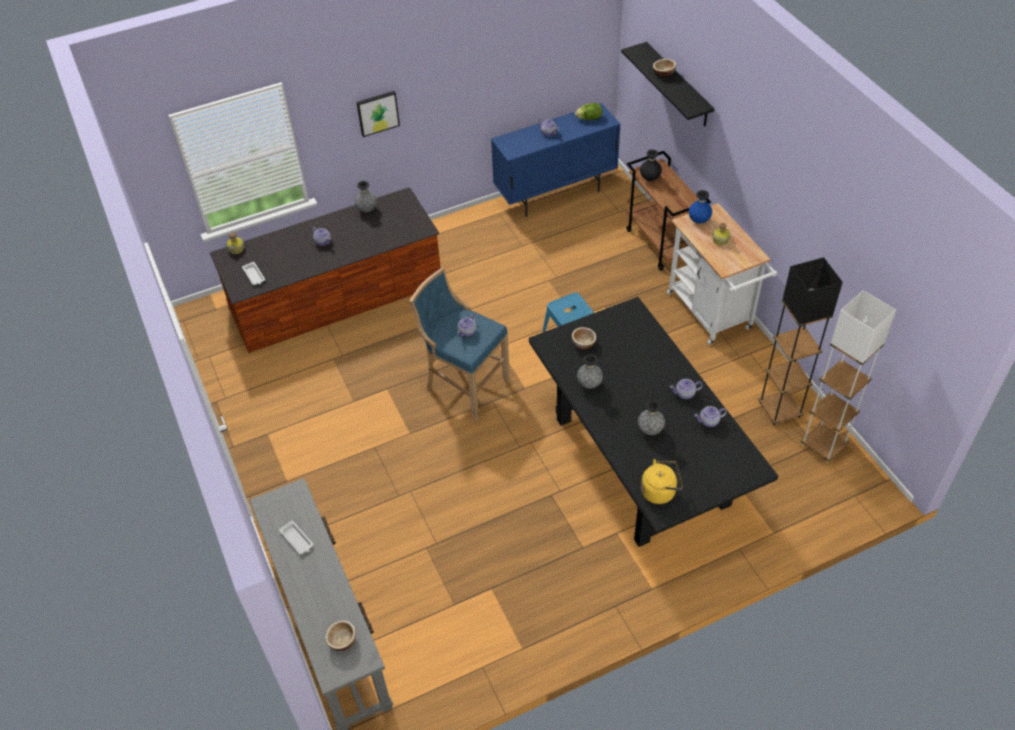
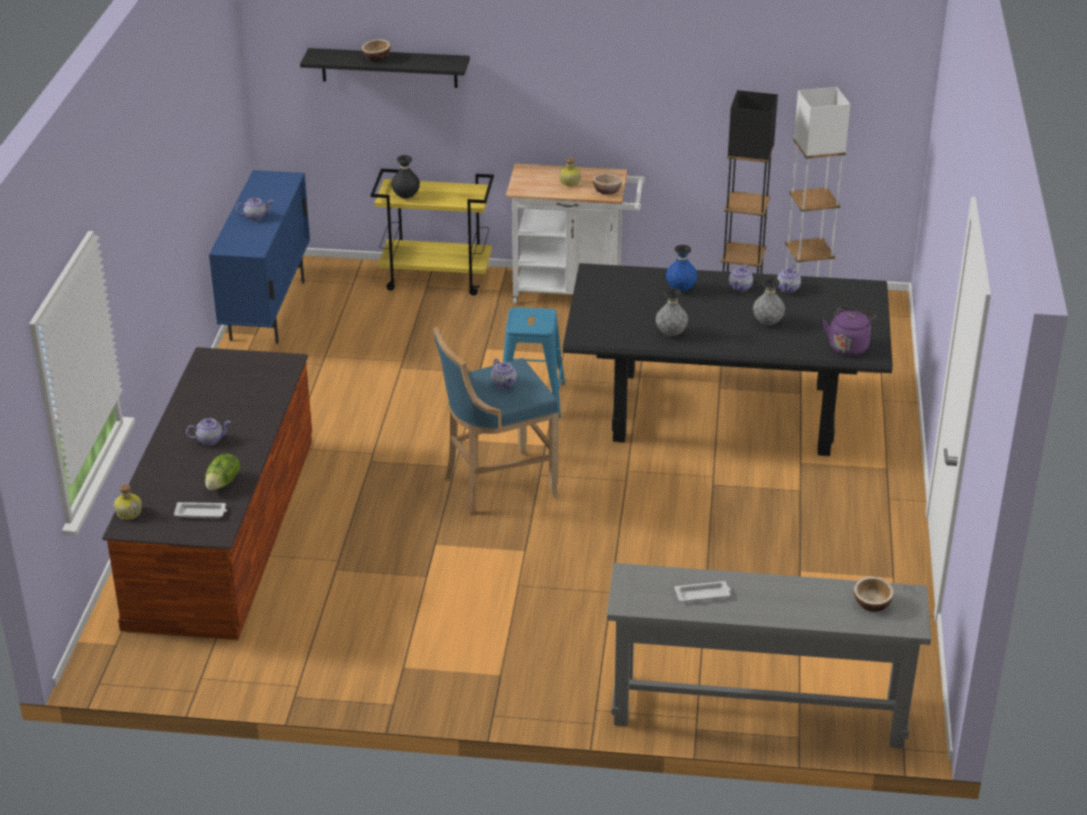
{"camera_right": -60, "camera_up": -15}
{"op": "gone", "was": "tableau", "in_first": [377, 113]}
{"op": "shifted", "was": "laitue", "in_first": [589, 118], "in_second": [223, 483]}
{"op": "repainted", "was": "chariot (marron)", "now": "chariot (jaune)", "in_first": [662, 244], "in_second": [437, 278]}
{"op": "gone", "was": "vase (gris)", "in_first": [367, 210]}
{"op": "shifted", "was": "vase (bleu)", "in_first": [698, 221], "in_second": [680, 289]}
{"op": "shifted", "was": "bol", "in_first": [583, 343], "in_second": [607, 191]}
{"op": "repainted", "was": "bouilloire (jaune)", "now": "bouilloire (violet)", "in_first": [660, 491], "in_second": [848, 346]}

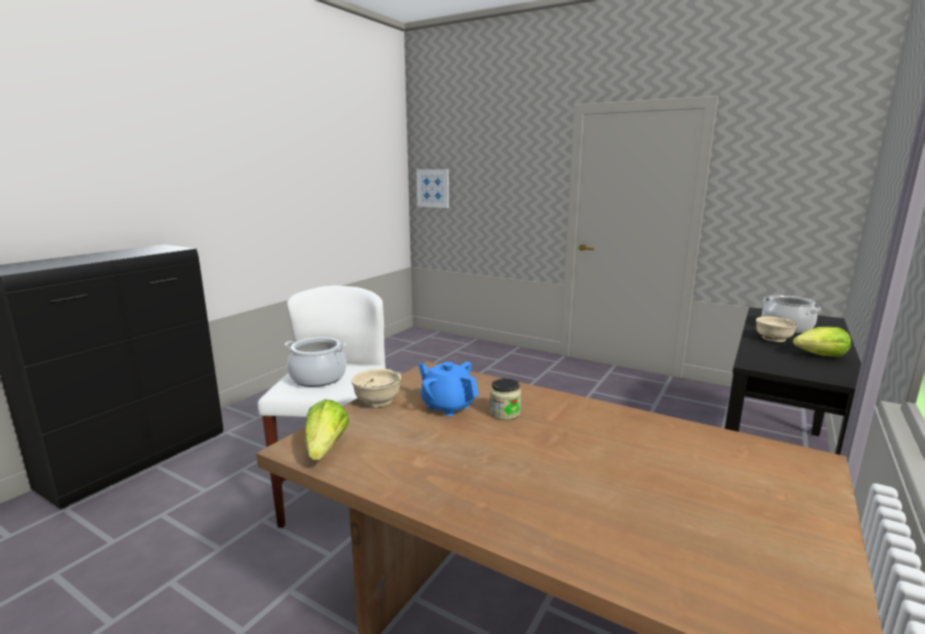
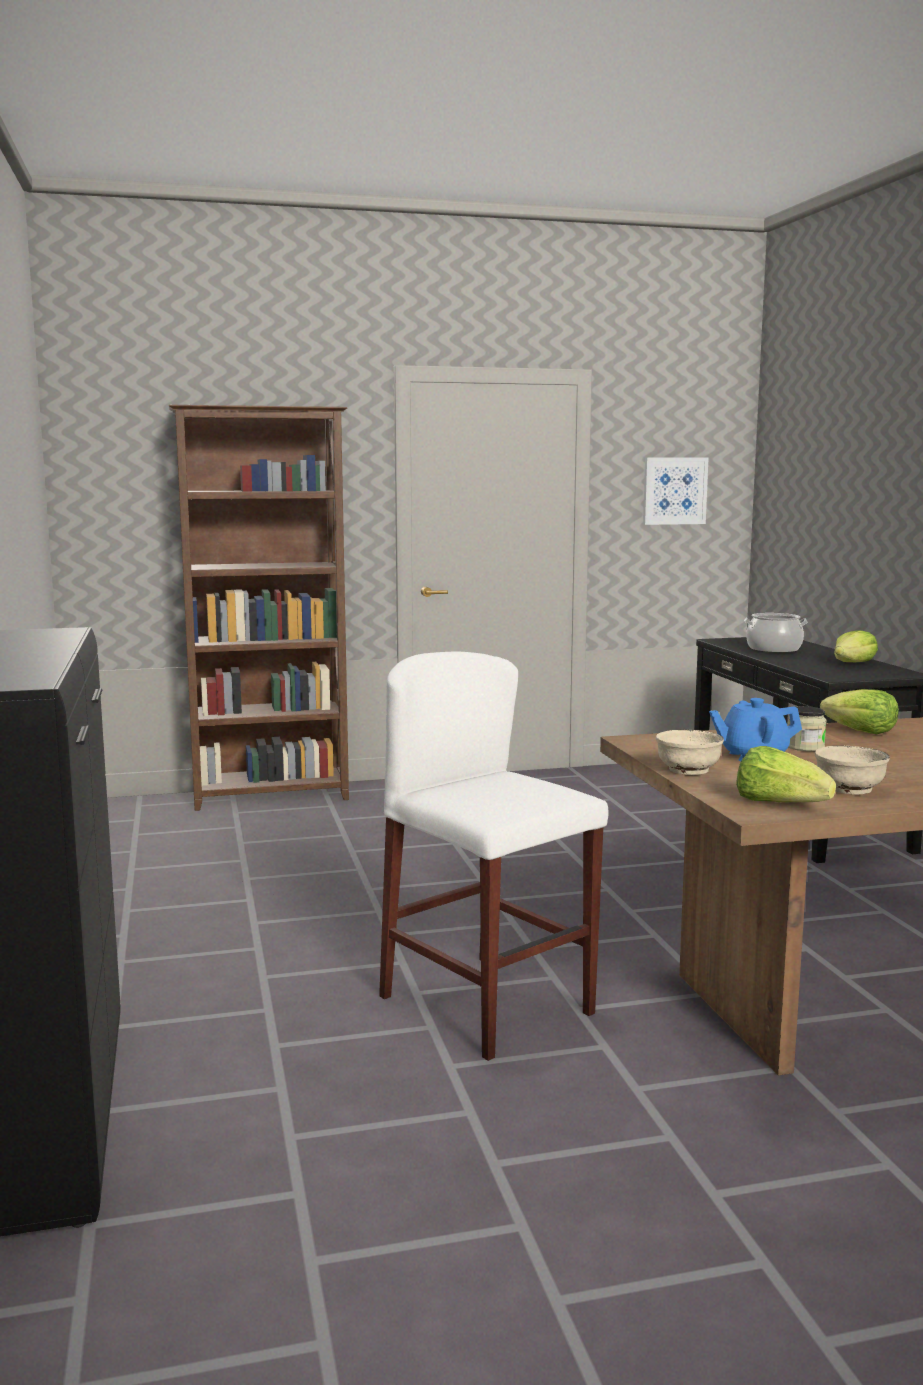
{"camera_right": -45, "camera_up": -5}
{"op": "shifted", "was": "tableau", "in_first": [433, 188], "in_second": [674, 491]}
{"op": "shifted", "was": "bol (beige)", "in_first": [773, 339], "in_second": [850, 789]}
{"op": "gone", "was": "marmite", "in_first": [318, 378]}
{"op": "new", "now": "bibliothèque (marron)", "in_second": [272, 797]}
{"op": "new", "now": "laitue", "in_second": [861, 732]}

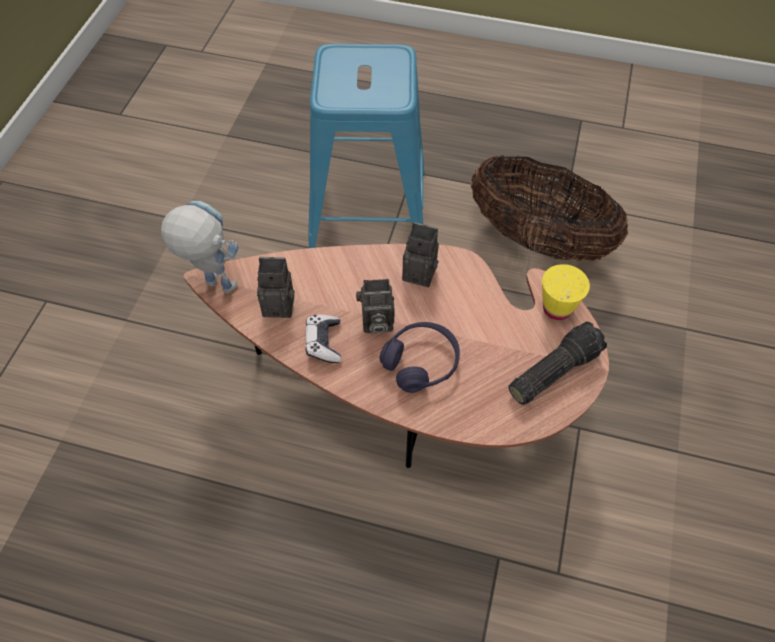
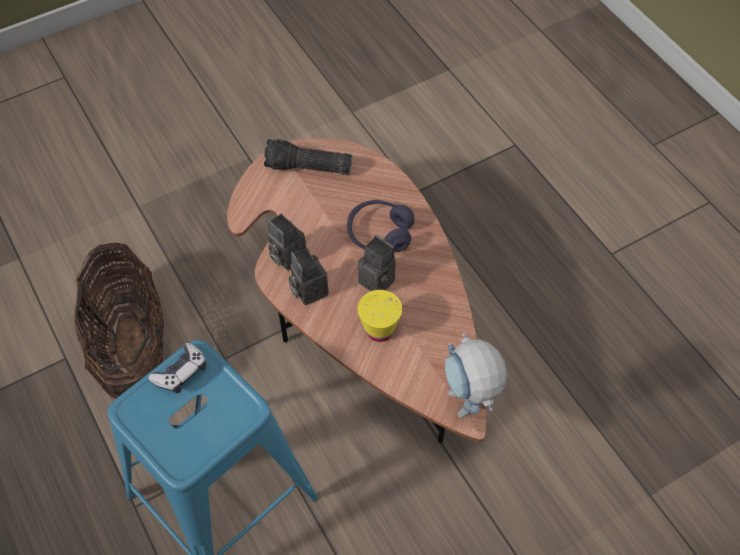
{"camera_right": -135, "camera_up": 0}
{"op": "shifted", "was": "appareil photo", "in_first": [280, 304], "in_second": [286, 256]}
{"op": "shifted", "was": "tasse (jaune)", "in_first": [557, 308], "in_second": [379, 330]}
{"op": "shifted", "was": "manette", "in_first": [323, 342], "in_second": [181, 372]}

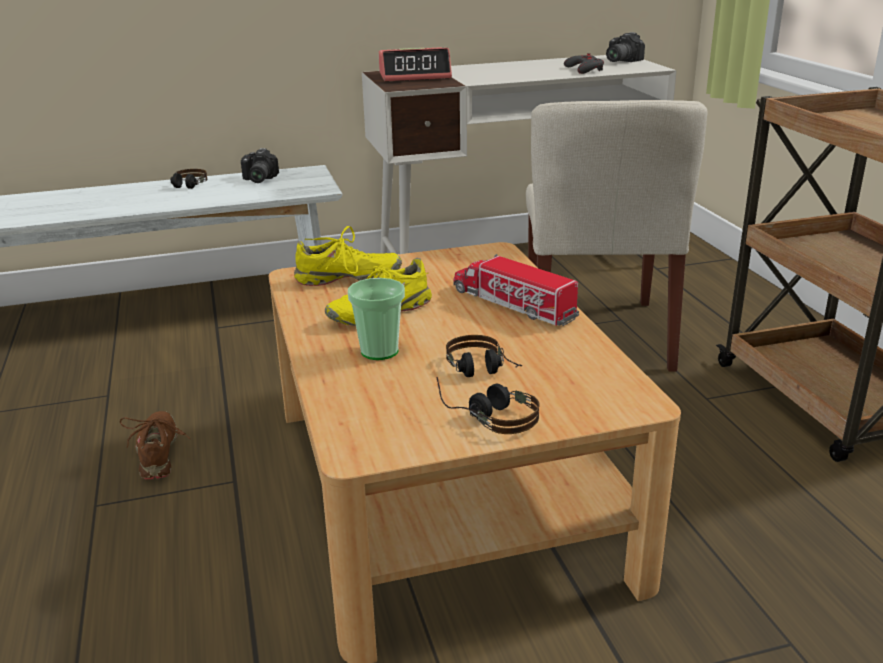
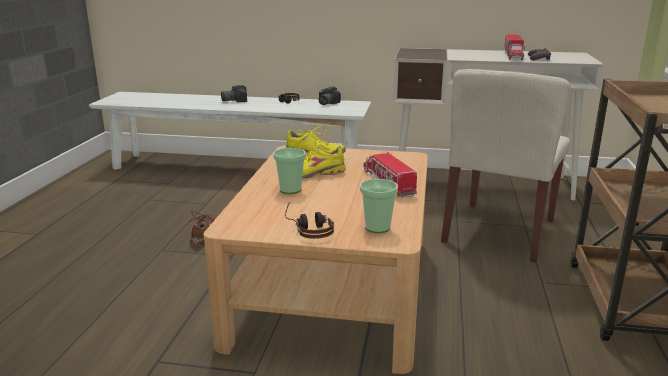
{"camera_right": 25, "camera_up": -5}
{"op": "shifted", "was": "appareil photo", "in_first": [619, 61], "in_second": [233, 101]}
{"op": "gone", "was": "réveil", "in_first": [415, 76]}
{"op": "gone", "was": "casque audio", "in_first": [483, 372]}
{"op": "new", "now": "camion jouet", "in_second": [513, 55]}
{"op": "new", "now": "tasse", "in_second": [377, 228]}

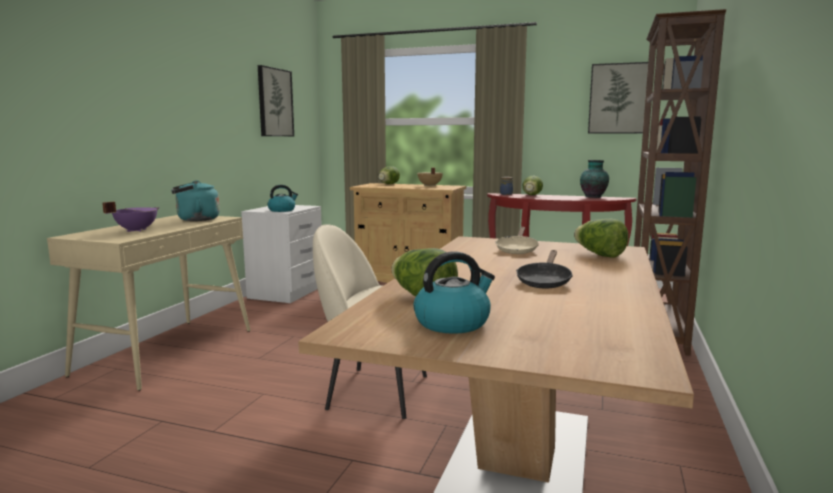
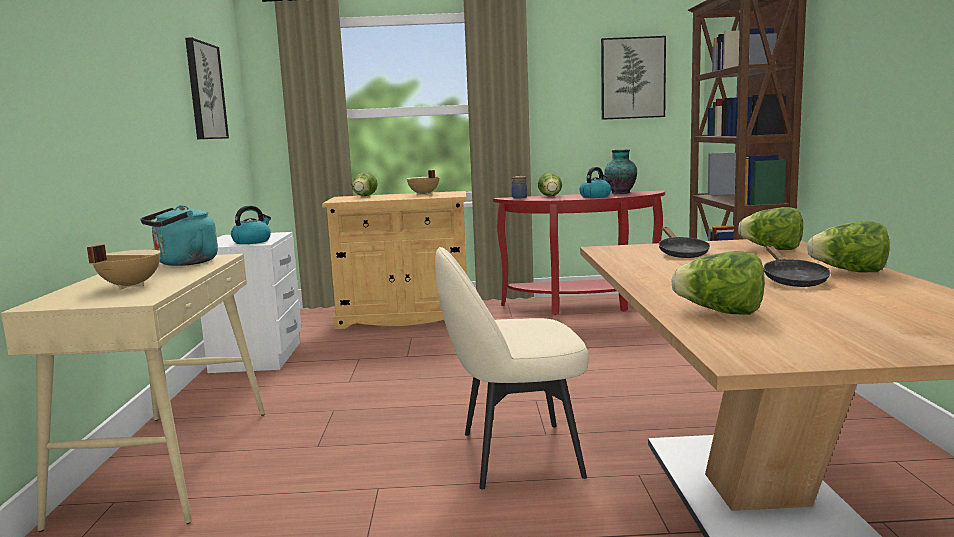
{"camera_right": -20, "camera_up": 0}
{"op": "repainted", "was": "marmite (violet)", "now": "marmite (beige)", "in_first": [136, 230], "in_second": [129, 286]}
{"op": "repainted", "was": "poêle (beige)", "now": "poêle (noir)", "in_first": [517, 250], "in_second": [681, 253]}
{"op": "shifted", "was": "bouilloire", "in_first": [453, 323], "in_second": [595, 196]}
{"op": "new", "now": "laitue", "in_second": [849, 271]}

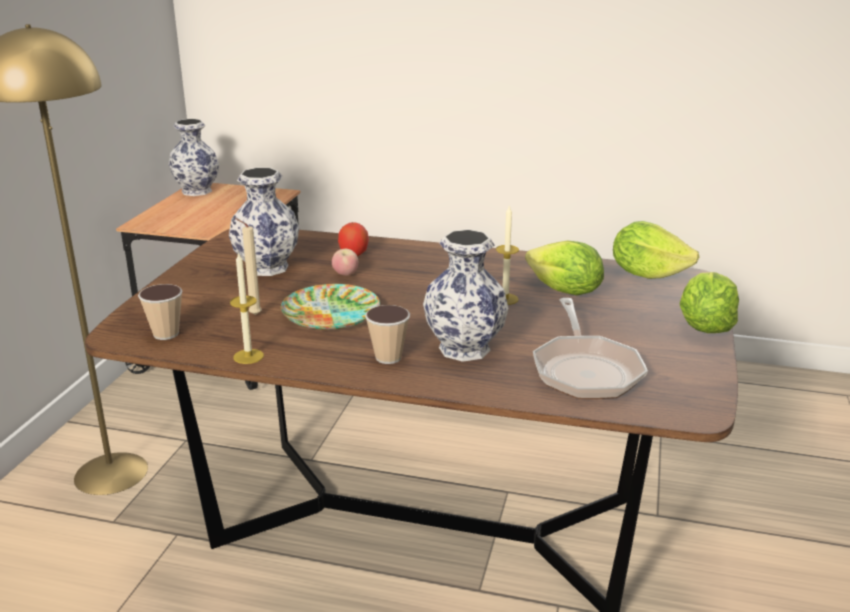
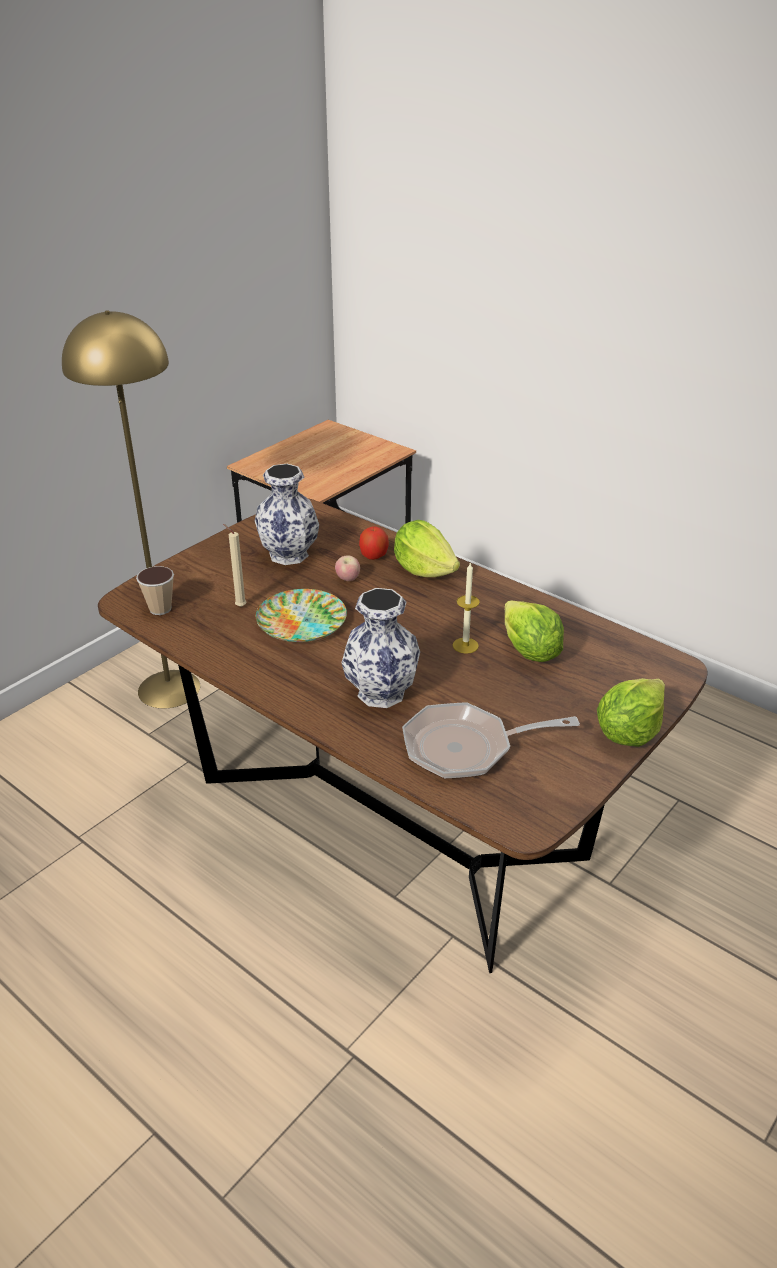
{"camera_right": 25, "camera_up": 10}
{"op": "gone", "was": "vase", "in_first": [197, 191]}
{"op": "shifted", "was": "laitue", "in_first": [647, 273], "in_second": [424, 570]}
{"op": "gone", "was": "bougie", "in_first": [248, 356]}
{"op": "rotated", "was": "poêle", "in_first": [585, 370], "in_second": [466, 748], "clockwise": 60}
{"op": "gone", "was": "tasse", "in_first": [388, 357]}

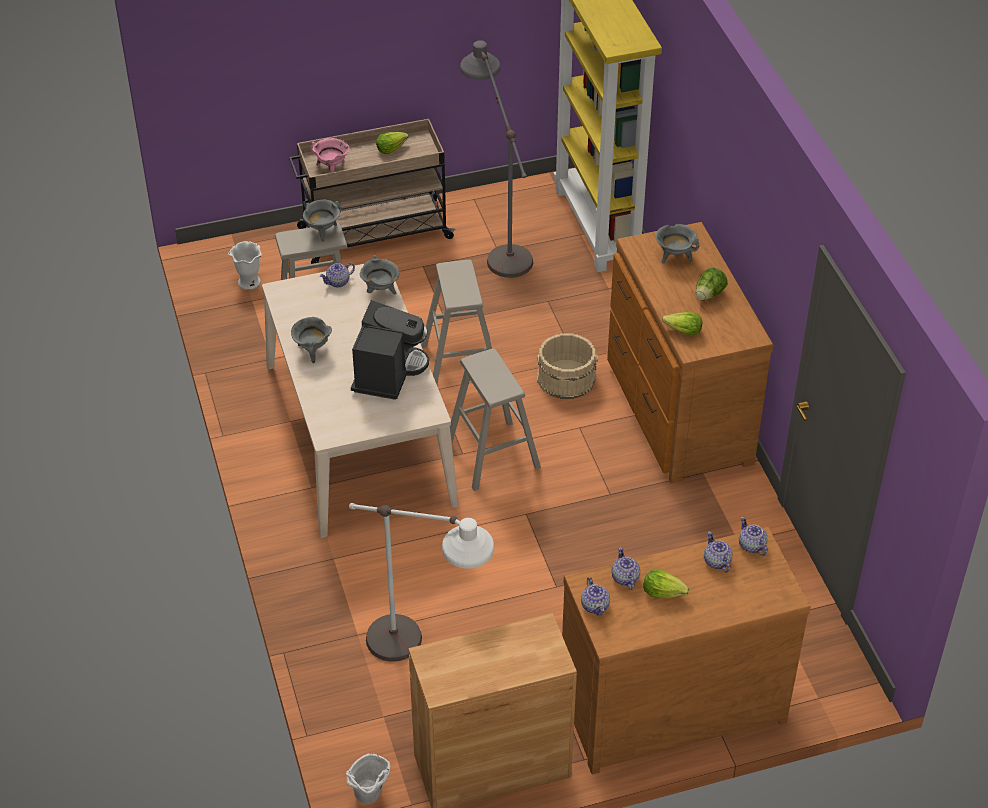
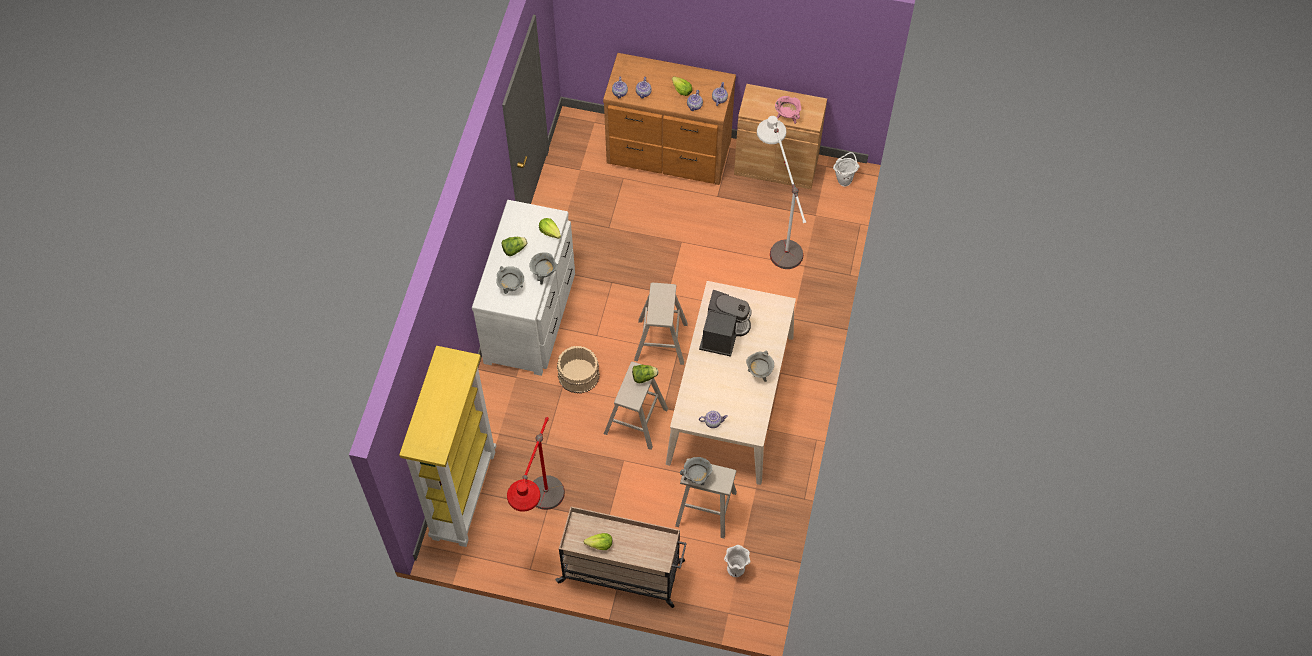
{"camera_right": -150, "camera_up": 15}
{"op": "repainted", "was": "lampadaire (gris)", "now": "lampadaire (rouge)", "in_first": [498, 241], "in_second": [541, 516]}
{"op": "shifted", "was": "marmite (rose)", "in_first": [331, 167], "in_second": [787, 116]}
{"op": "repainted", "was": "commode (marron)", "now": "commode (blanc)", "in_first": [677, 412], "in_second": [531, 317]}
{"op": "shifted", "was": "marmite (gris)", "in_first": [380, 291], "in_second": [544, 274]}
{"op": "rotated", "was": "machine à café", "in_first": [388, 372], "in_second": [722, 333], "clockwise": 150}
{"op": "new", "now": "laitue", "in_second": [644, 377]}

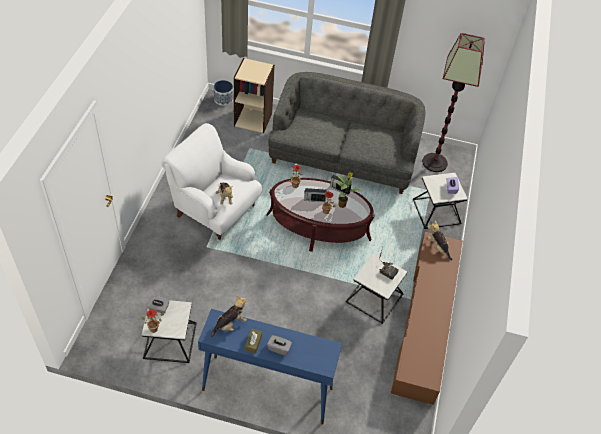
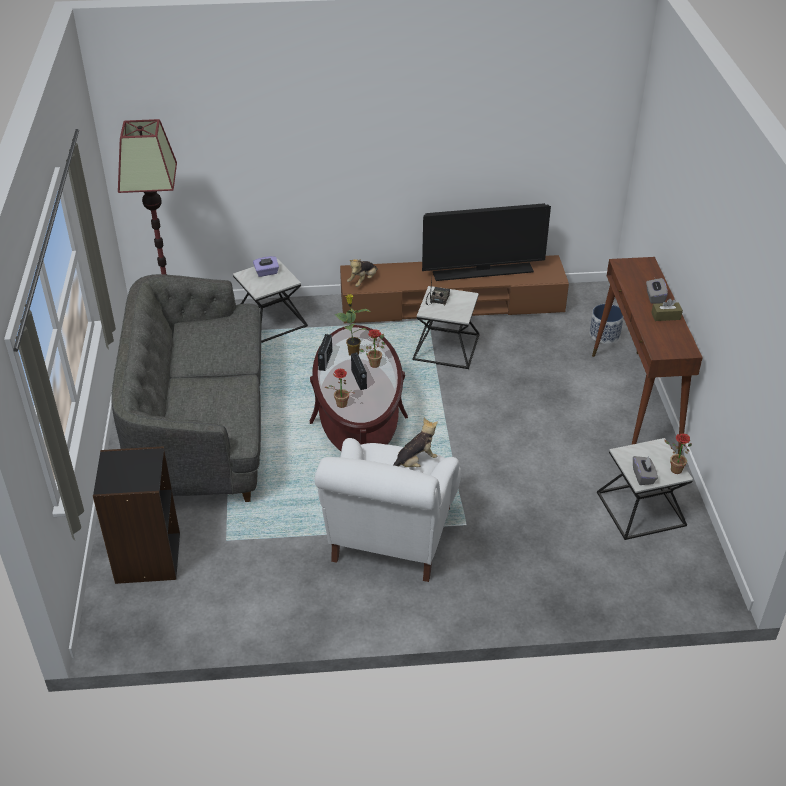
{"camera_right": -105, "camera_up": -10}
{"op": "repainted", "was": "bibliothèque (beige)", "now": "bibliothèque (noir)", "in_first": [253, 119], "in_second": [147, 558]}
{"op": "shifted", "was": "cache-pot", "in_first": [223, 99], "in_second": [604, 335]}
{"op": "gone", "was": "peluche", "in_first": [230, 324]}
{"op": "repainted", "was": "table console (bleu)", "now": "table console (marron)", "in_first": [266, 389], "in_second": [634, 403]}
{"op": "new", "now": "téléviseur", "in_second": [483, 272]}

